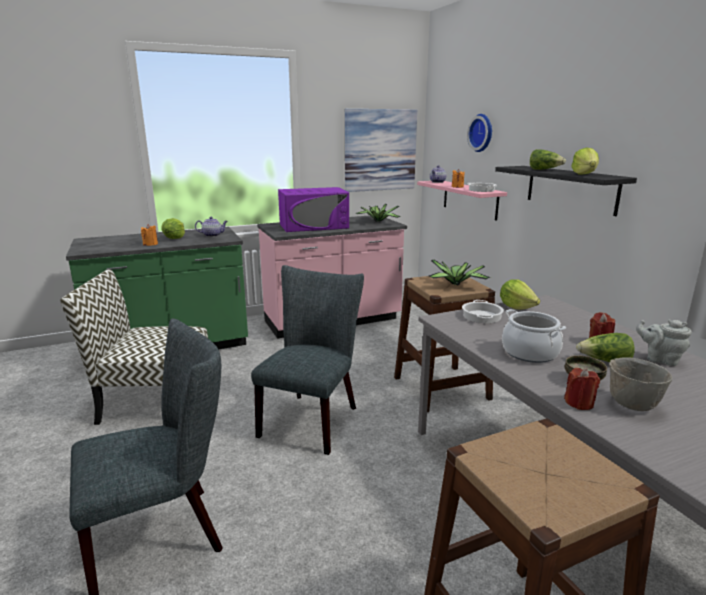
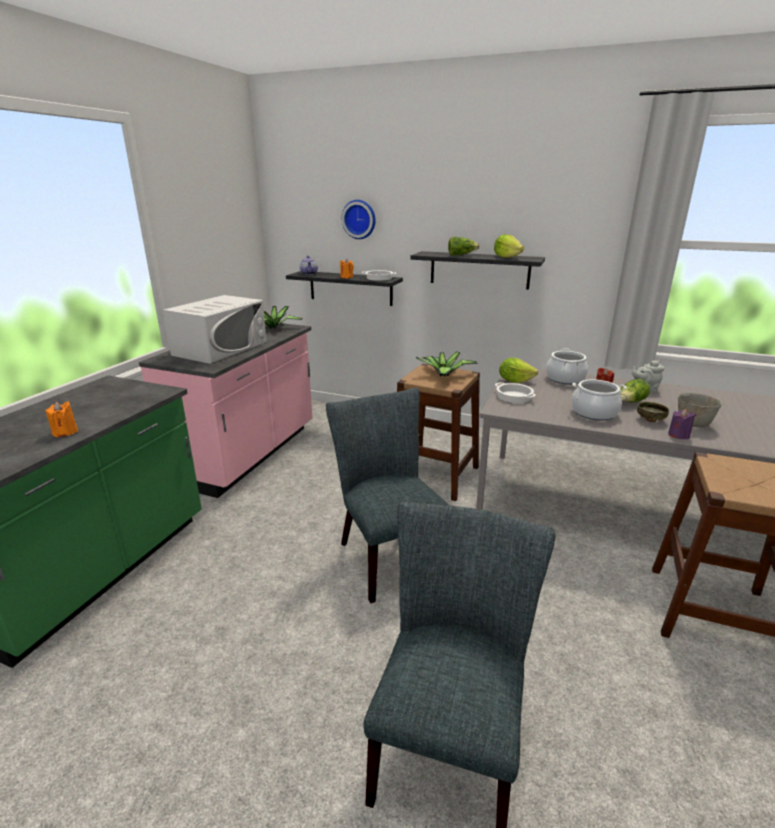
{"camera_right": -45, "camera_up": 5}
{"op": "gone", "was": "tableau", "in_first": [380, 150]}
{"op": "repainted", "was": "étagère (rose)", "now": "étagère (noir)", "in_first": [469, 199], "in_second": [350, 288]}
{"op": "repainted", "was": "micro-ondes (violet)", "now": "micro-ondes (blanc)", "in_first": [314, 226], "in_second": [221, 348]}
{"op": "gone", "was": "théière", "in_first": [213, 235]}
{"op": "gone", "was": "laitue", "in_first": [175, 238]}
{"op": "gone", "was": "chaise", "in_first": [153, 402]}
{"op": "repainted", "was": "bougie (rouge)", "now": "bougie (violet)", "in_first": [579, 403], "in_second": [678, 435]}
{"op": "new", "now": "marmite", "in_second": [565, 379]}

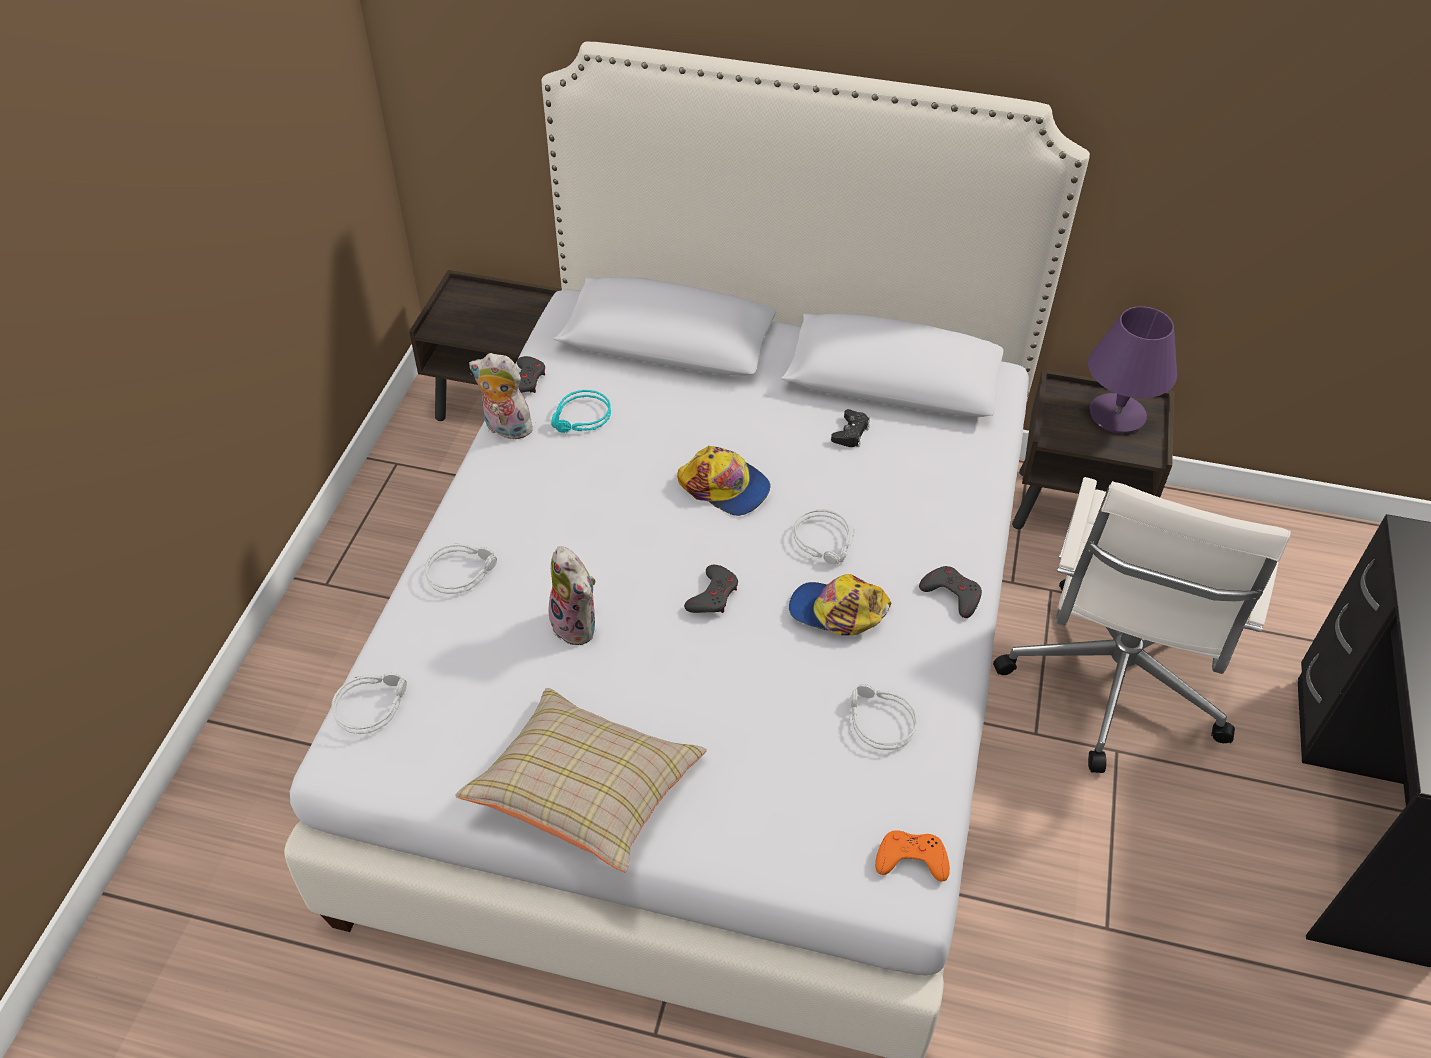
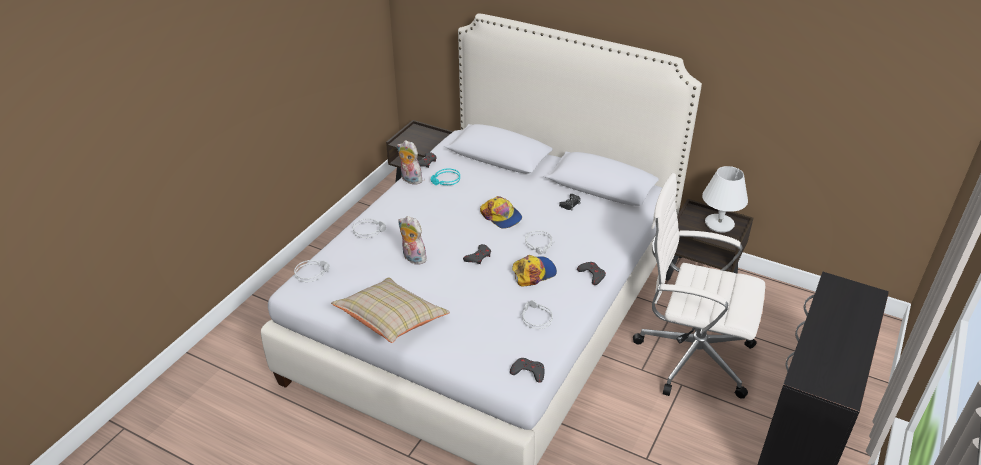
{"camera_right": 15, "camera_up": -10}
{"op": "repainted", "was": "lampe de table (violet)", "now": "lampe de table (blanc)", "in_first": [1116, 415], "in_second": [719, 224]}
{"op": "rotated", "was": "chaise de bureau (blanc)", "in_first": [1112, 684], "in_second": [690, 355], "clockwise": 75}
{"op": "rotated", "was": "peluche", "in_first": [578, 625], "in_second": [412, 258], "clockwise": 150}
{"op": "rotated", "was": "casquette", "in_first": [837, 612], "in_second": [533, 273], "clockwise": 120}
{"op": "repainted", "was": "manette (orange)", "now": "manette (gris)", "in_first": [911, 859], "in_second": [528, 372]}

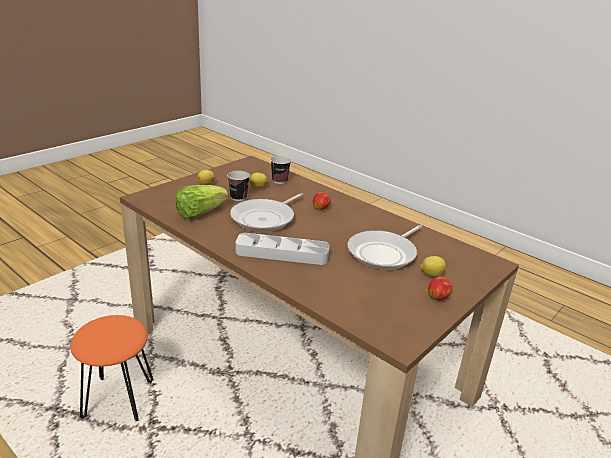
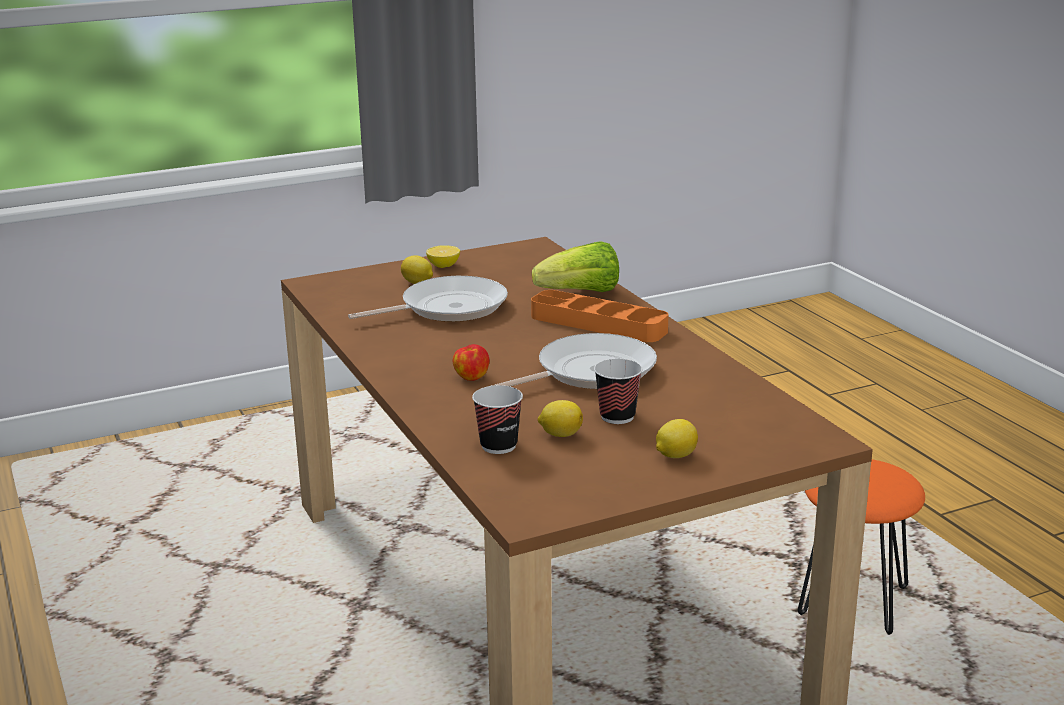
{"camera_right": -155, "camera_up": -5}
{"op": "shifted", "was": "laitue", "in_first": [200, 213], "in_second": [581, 293]}
{"op": "repainted", "was": "plateau (gris)", "now": "plateau (orange)", "in_first": [282, 253], "in_second": [598, 324]}
{"op": "swapped", "was": "pomme", "now": "citron", "in_first": [438, 298], "in_second": [443, 266]}

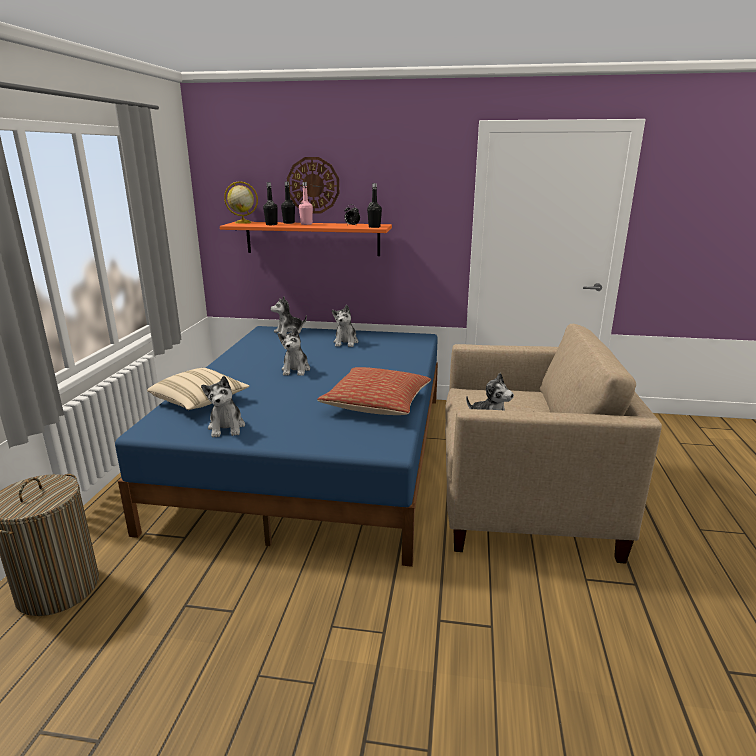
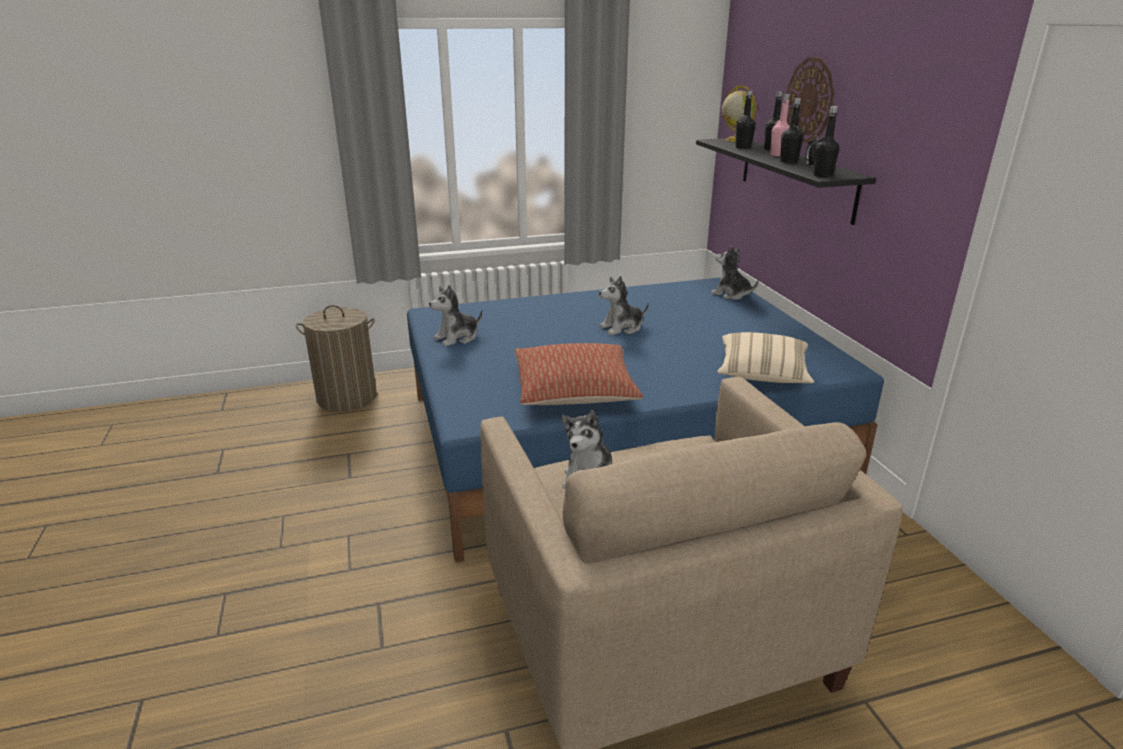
{"camera_right": 65, "camera_up": 5}
{"op": "repainted", "was": "étagère (orange)", "now": "étagère (noir)", "in_first": [312, 238], "in_second": [796, 177]}
{"op": "gone", "was": "peluche", "in_first": [346, 342]}
{"op": "shifted", "was": "coussin (beige)", "in_first": [200, 402], "in_second": [762, 375]}
{"op": "new", "now": "bouteille (noir)", "in_second": [788, 162]}

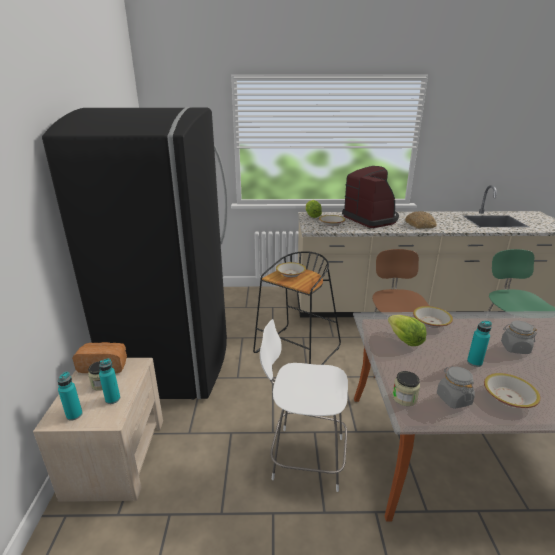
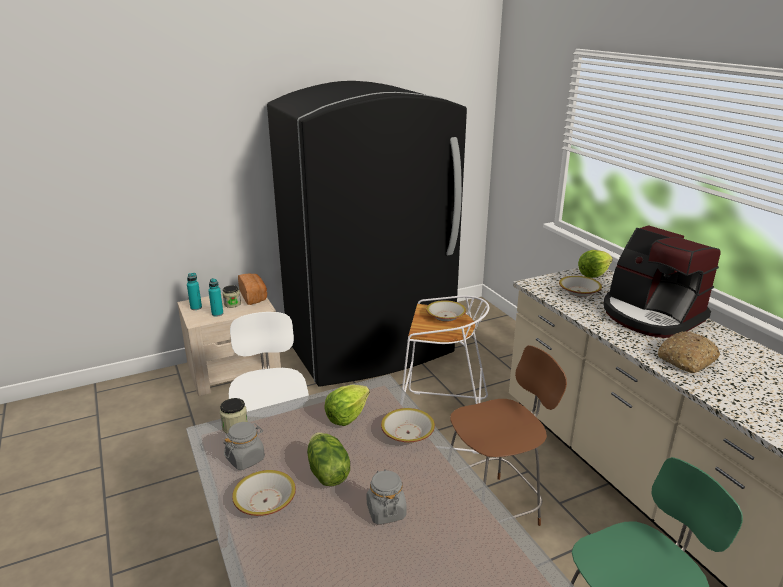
{"camera_right": 65, "camera_up": 0}
{"op": "rotated", "was": "machine à café", "in_first": [371, 219], "in_second": [650, 315], "clockwise": 105}
{"op": "repainted", "was": "tabouret (noir)", "now": "tabouret (blanc)", "in_first": [297, 351], "in_second": [441, 421]}
{"op": "swapped", "was": "bouteille (turquoise)", "now": "laitue", "in_first": [474, 362], "in_second": [327, 473]}

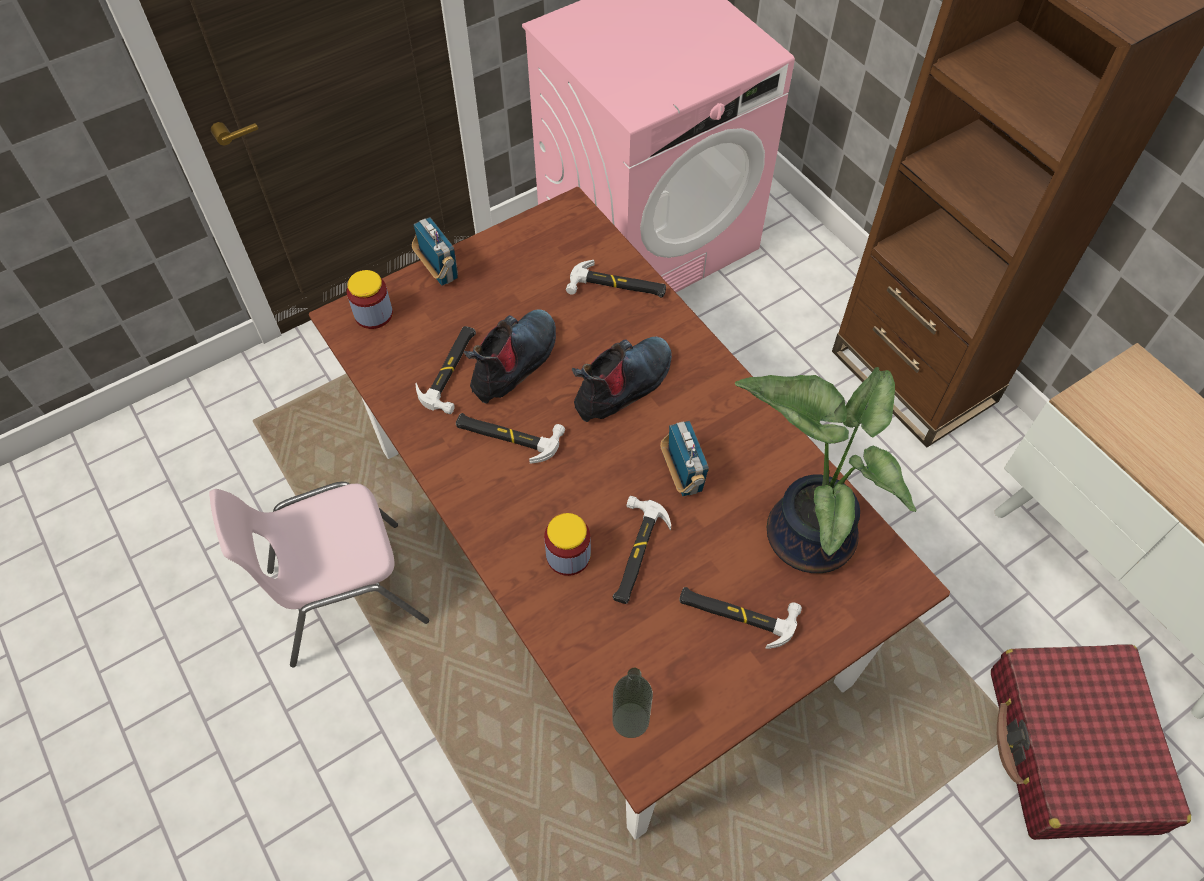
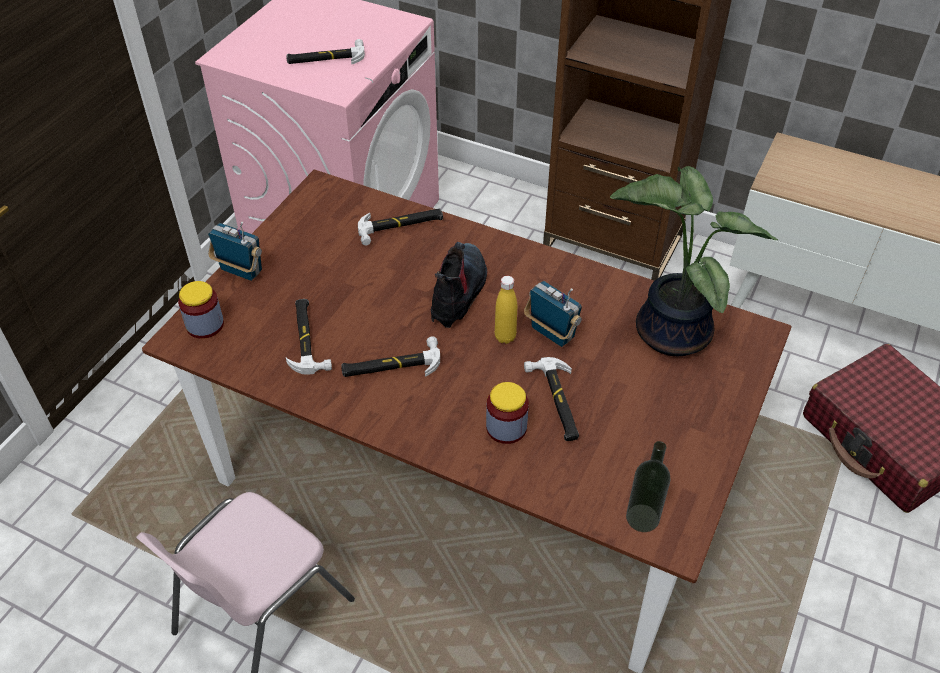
{"camera_right": -30, "camera_up": -10}
{"op": "gone", "was": "botte", "in_first": [515, 363]}
{"op": "shifted", "was": "marteau", "in_first": [737, 613], "in_second": [326, 58]}
{"op": "new", "now": "bouteille (jaune)", "in_second": [505, 337]}

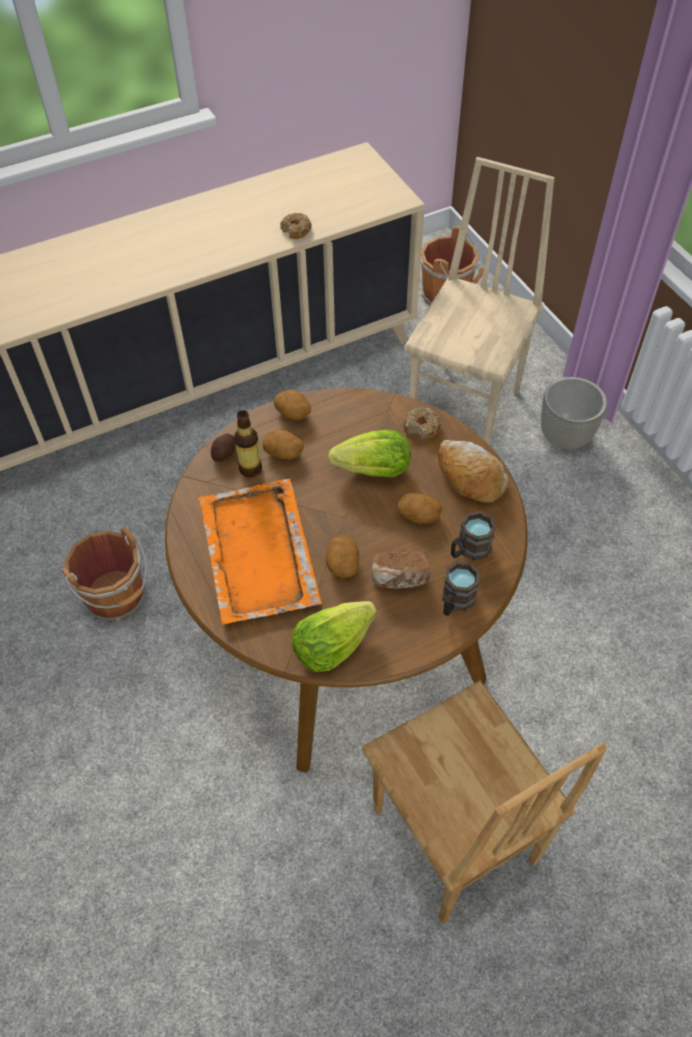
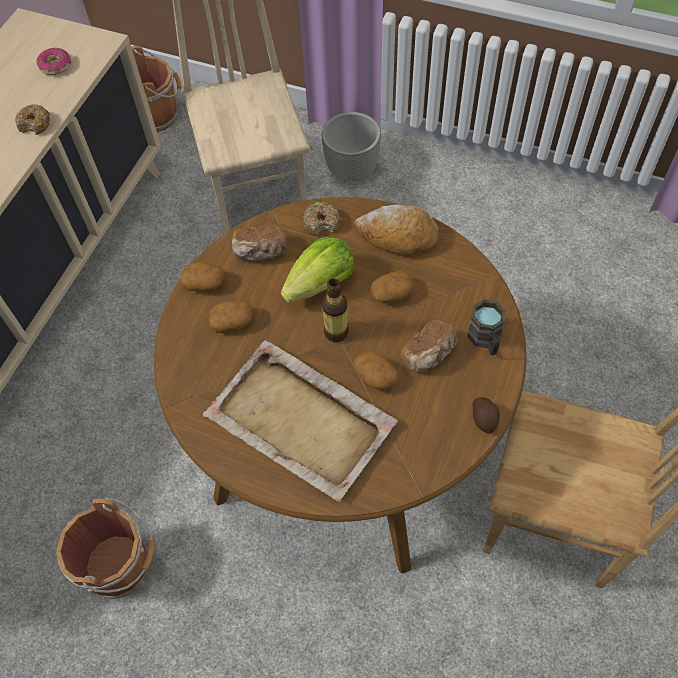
{"camera_right": -40, "camera_up": 5}
{"op": "shifted", "was": "bouteille", "in_first": [250, 469], "in_second": [336, 332]}
{"op": "shifted", "was": "pomme de terre", "in_first": [225, 453], "in_second": [484, 418]}
{"op": "repainted", "was": "plateau (orange)", "now": "plateau (beige)", "in_first": [258, 554], "in_second": [301, 422]}
{"op": "gone", "was": "mug (marron)", "in_first": [468, 550]}
{"op": "gone", "was": "laitue", "in_first": [331, 646]}
{"op": "new", "now": "beignet", "in_second": [55, 66]}
{"op": "new", "now": "pain", "in_second": [260, 252]}

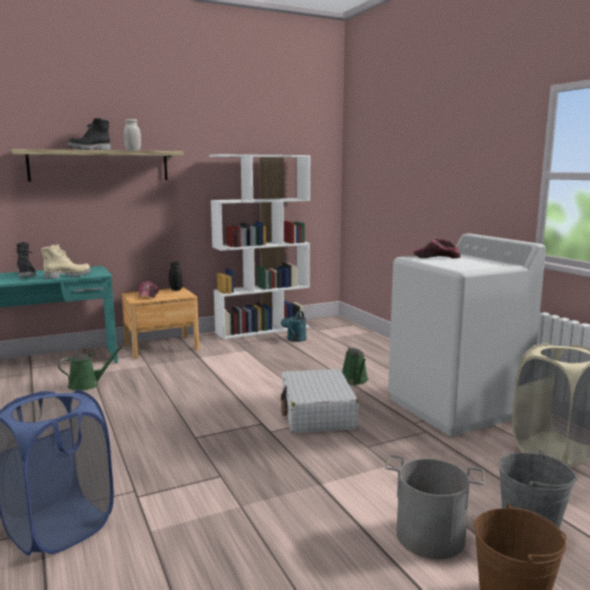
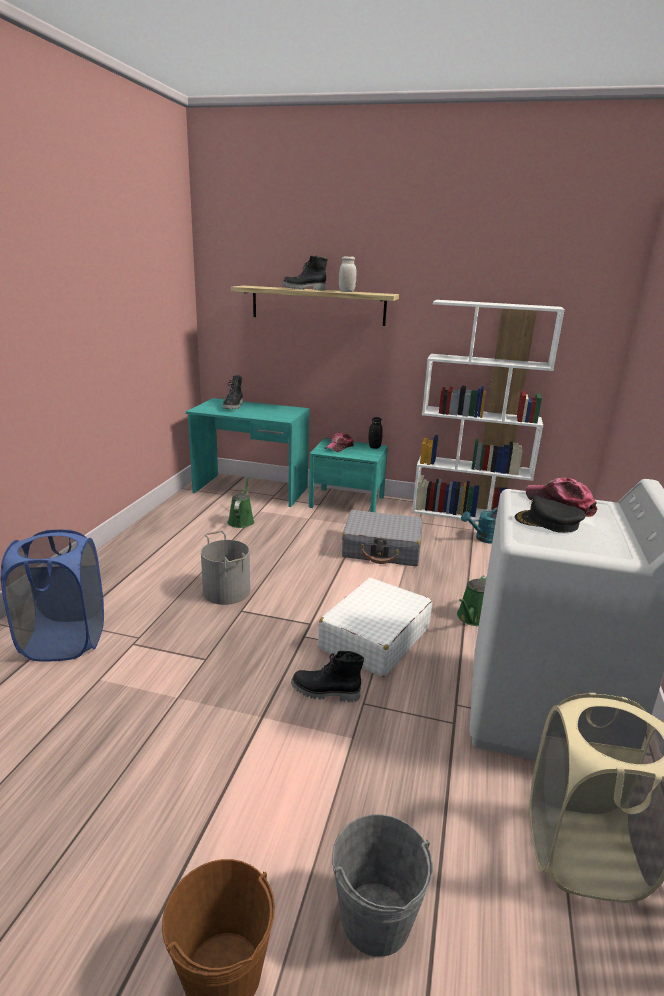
{"camera_right": 40, "camera_up": 10}
{"op": "gone", "was": "botte (beige)", "in_first": [68, 276]}
{"op": "repainted", "was": "table de chevet (marron)", "now": "table de chevet (turquoise)", "in_first": [161, 346], "in_second": [347, 502]}
{"op": "rotated", "was": "arrosoir (vert)", "in_first": [87, 385], "in_second": [241, 521], "clockwise": -105}
{"op": "shifted", "was": "seau (gris)", "in_first": [430, 535], "in_second": [227, 591]}
{"op": "new", "now": "casquette (noir)", "in_second": [548, 522]}
{"op": "new", "now": "valise (gris)", "in_second": [382, 549]}
{"op": "new", "now": "botte (noir)", "in_second": [325, 692]}

